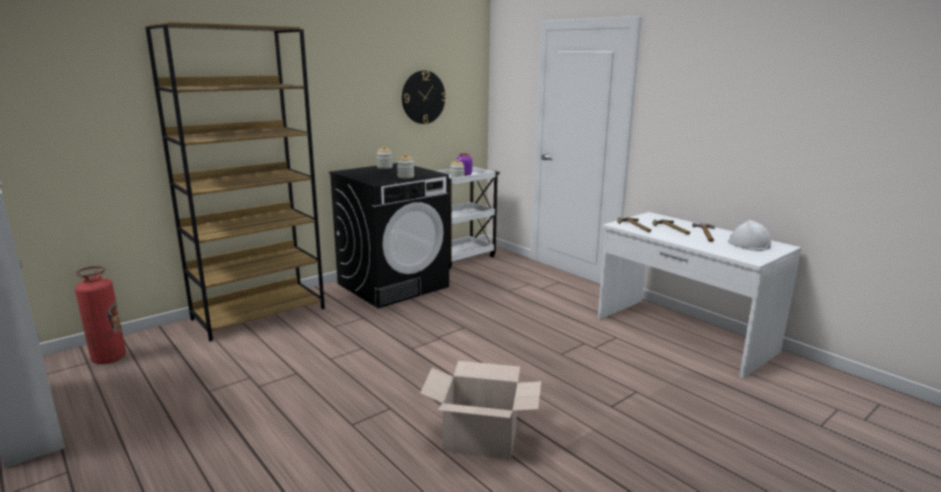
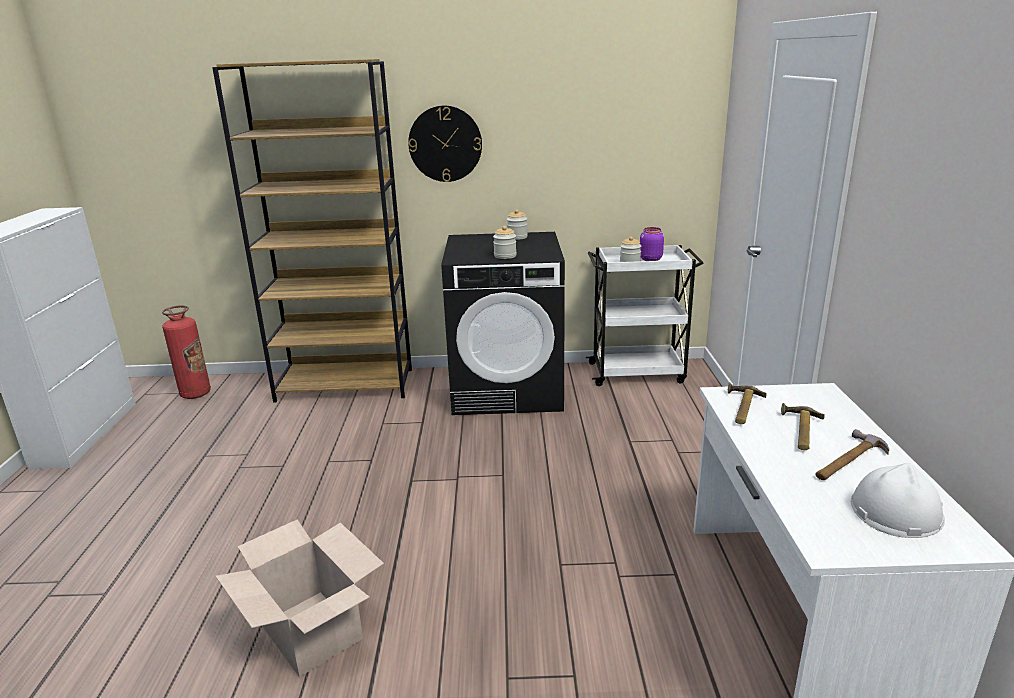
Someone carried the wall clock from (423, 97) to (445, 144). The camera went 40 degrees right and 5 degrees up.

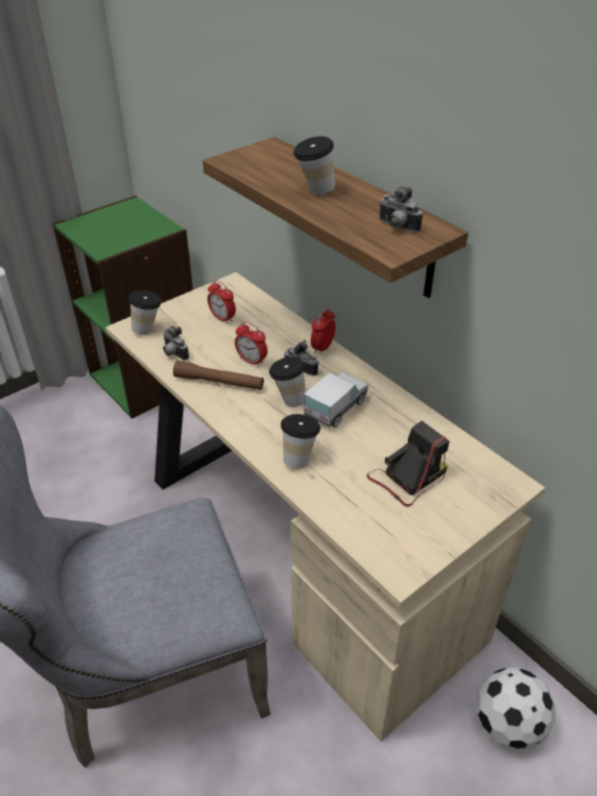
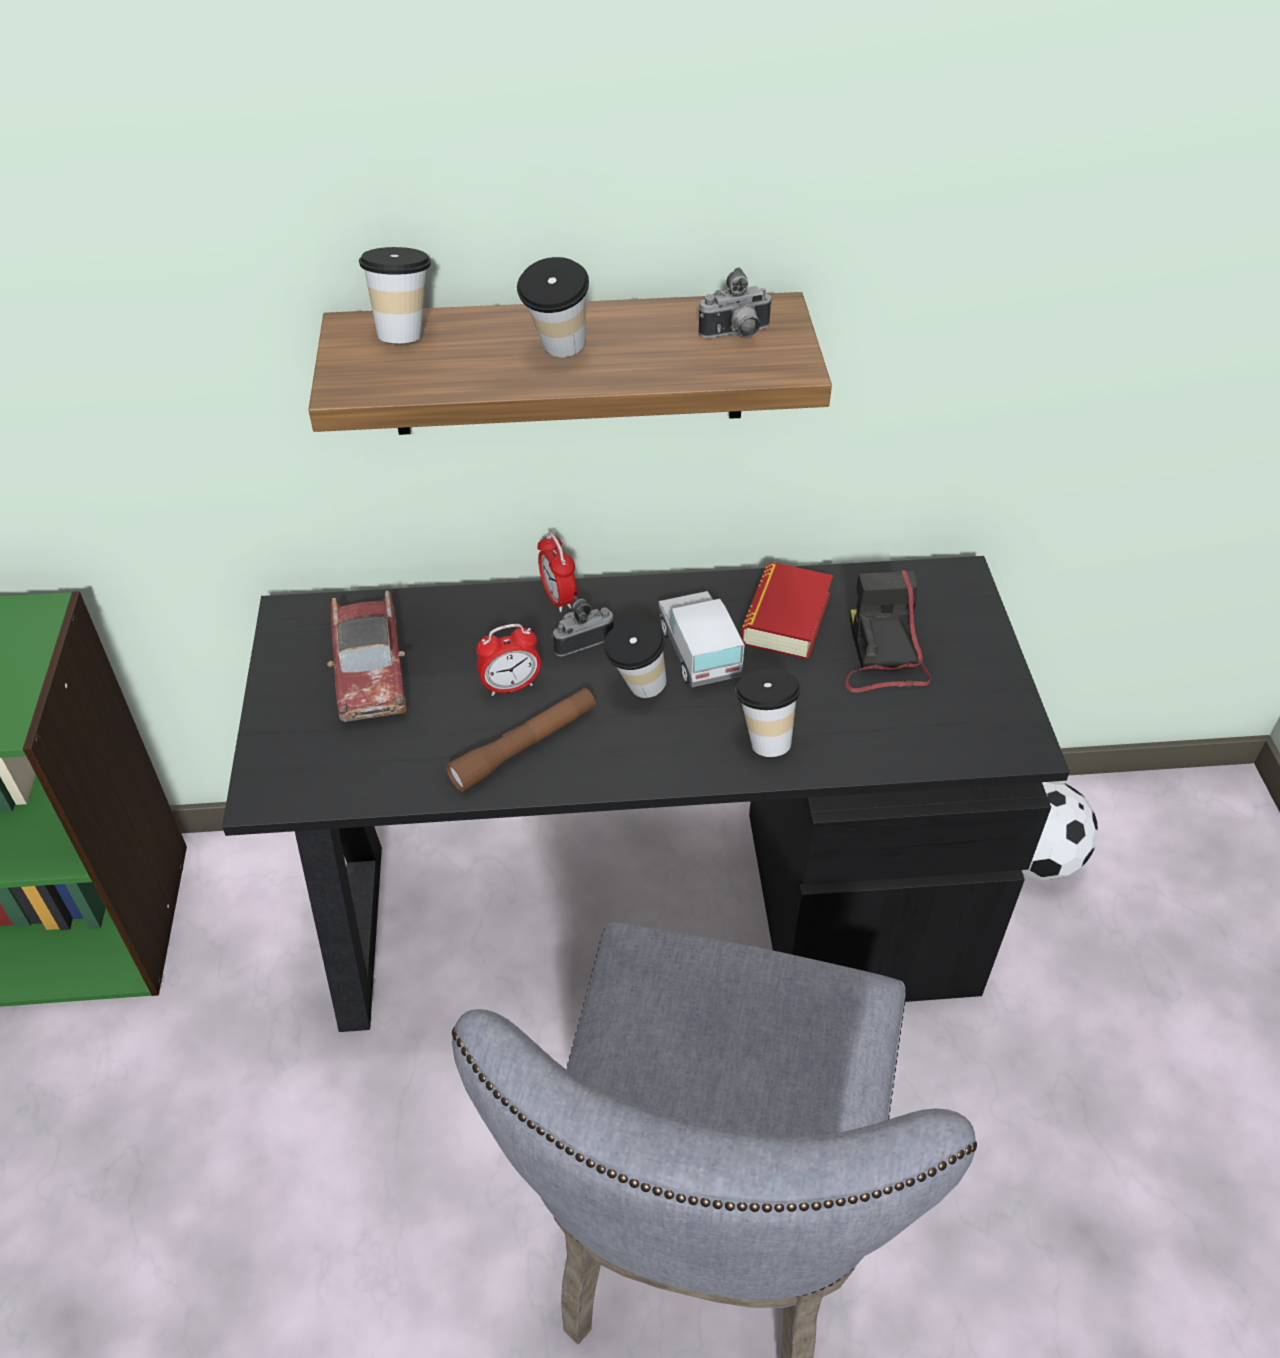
Someone repainted the beige desk table at (299, 549), which became the blackish desk table at (639, 913). Someone carried the drinking cup from (148, 329) to (404, 332). Someone took away the photo camera at (173, 353). Someone swapped the alarm clock at (222, 318) for the miniature car at (369, 669). Someone put down the bound book at (786, 619). The camera went 55 degrees left and 5 degrees up.

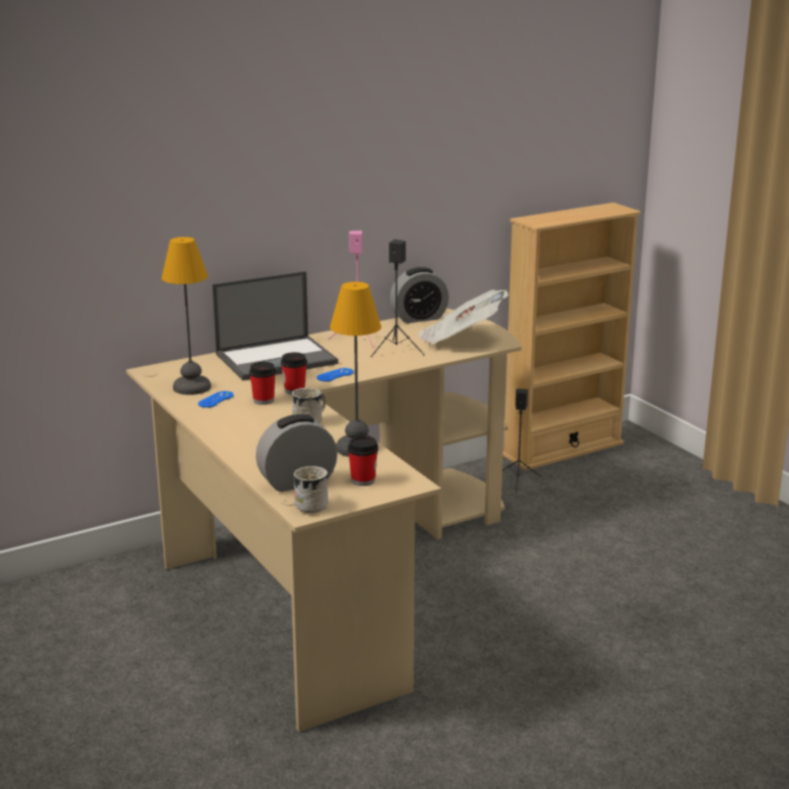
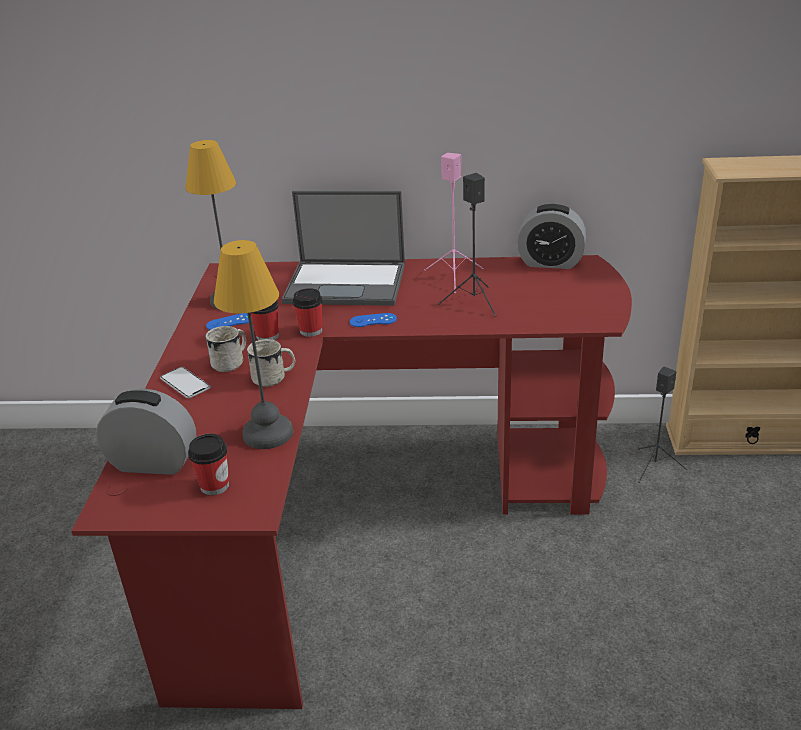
Someone repainted the beige desk table at (329, 572), which became the red-coloured desk table at (365, 516). Someone carried the whitish coffee mug from (312, 503) to (232, 362). Someone took away the newspaper at (460, 339). Someone put down the phone at (185, 383). The camera went 35 degrees right and 10 degrees up.

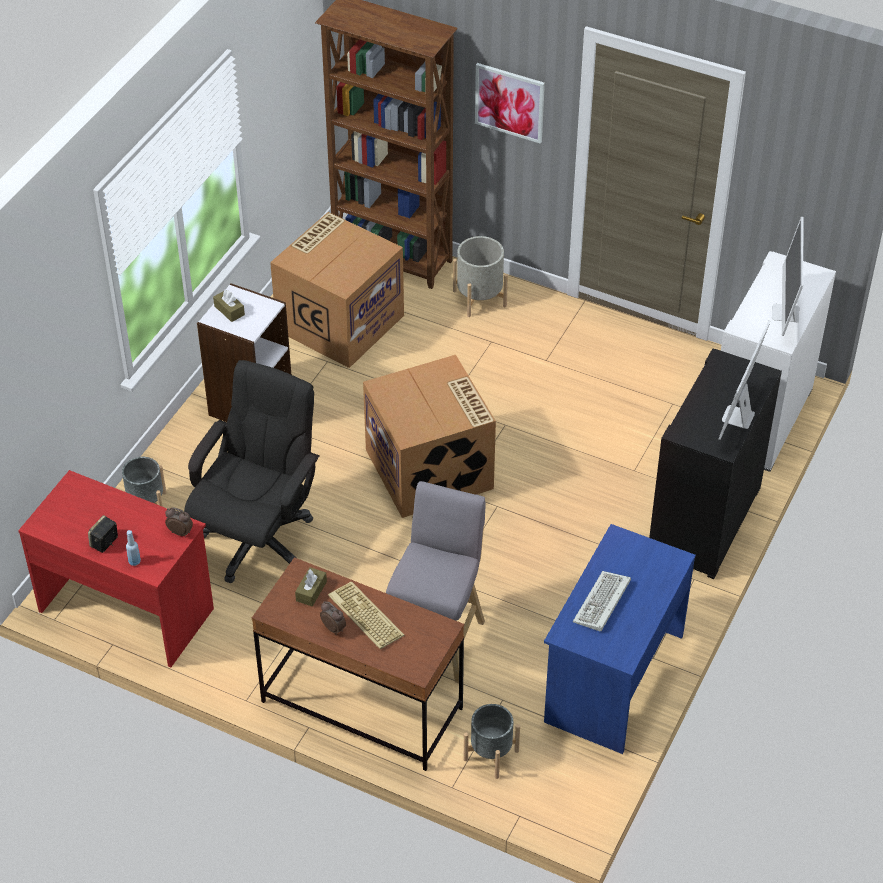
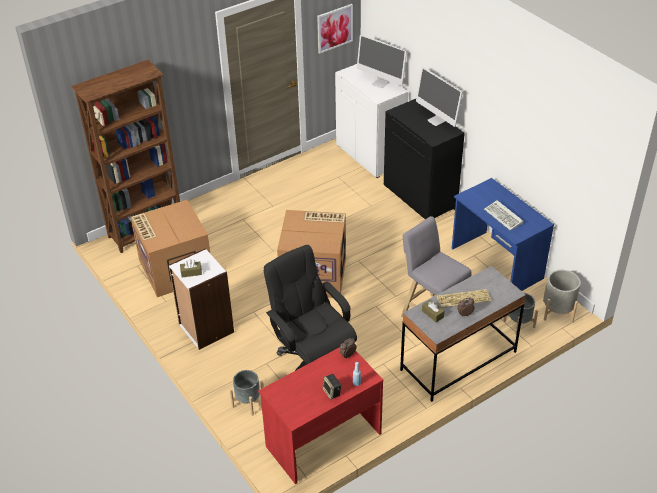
Someone repainted the brown-coloured desk table at (361, 705), which became the grey desk table at (458, 361). Someone carried the grey flower pot from (479, 298) to (557, 311). Someone carried the wall art from (509, 102) to (334, 28). The camera went 60 degrees left and 5 degrees down.

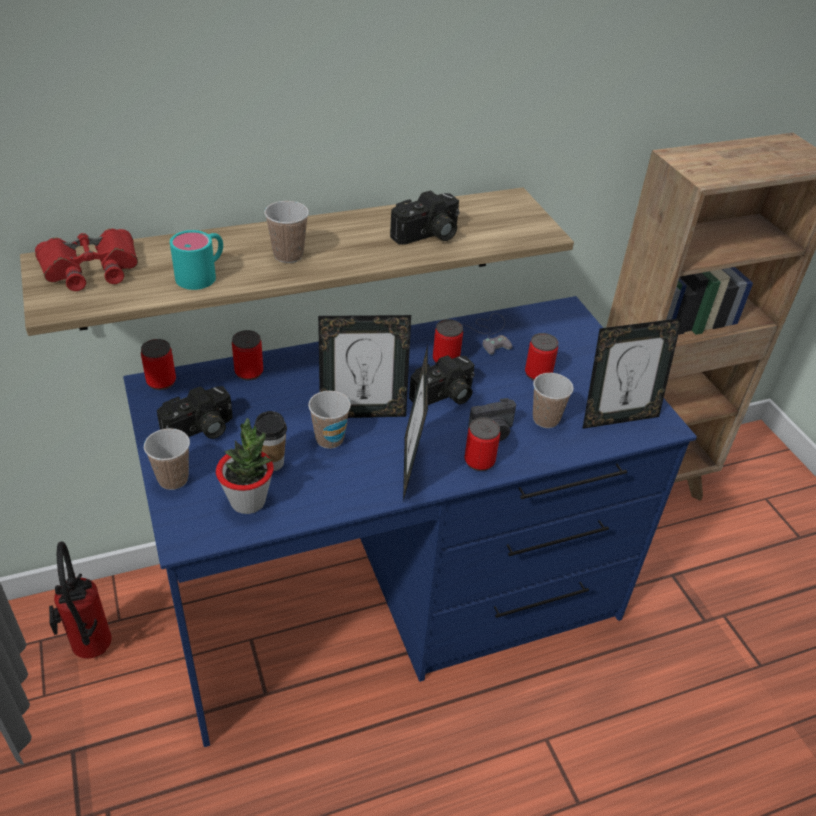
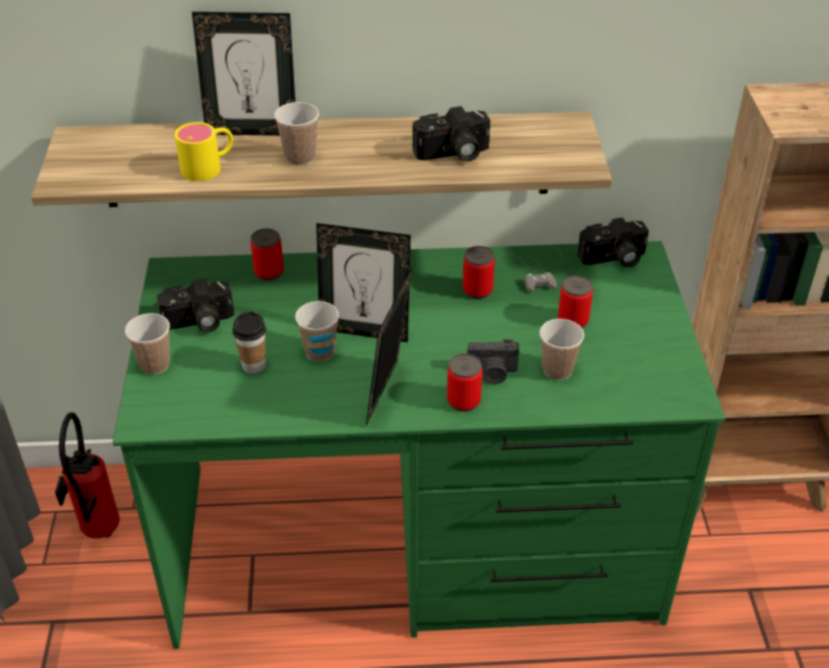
Someone took away the red-coloured binoculars at (91, 268). Someone repainted the blue-coloured desk table at (394, 596), which became the green-coloured desk table at (416, 544). Someone took away the sealed can at (161, 381). Someone repainted the turquoise coffee mug at (203, 274), which became the yellowish coffee mug at (209, 166). Someone took away the houseplant at (248, 501). Someone carried the photo camera from (444, 396) to (613, 259). Someone carried the standing frame from (618, 418) to (252, 131). The camera went 20 degrees right and 0 degrees up.

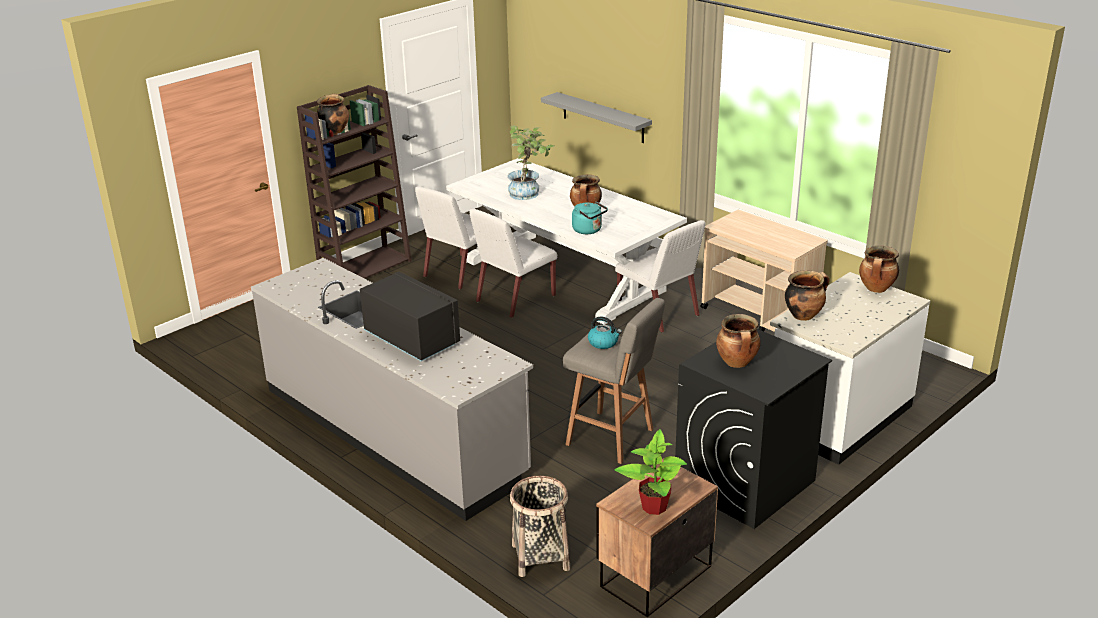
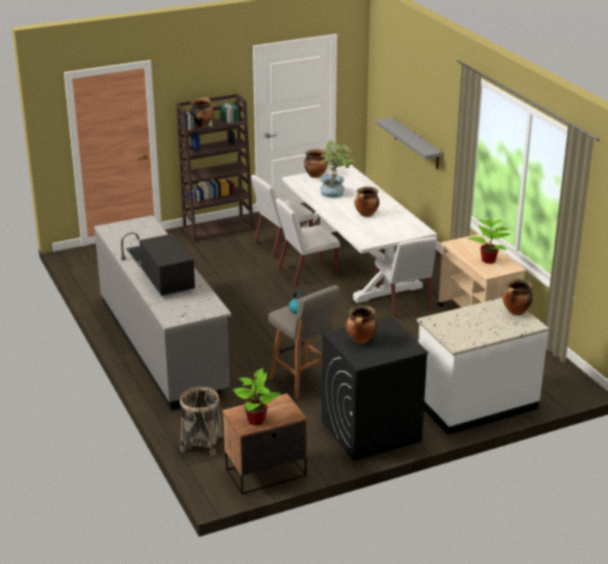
Someone took away the turquoise kettle at (589, 230). Someone carried the stockpot from (804, 315) to (316, 175). Someone put down the houseplant at (489, 260). The camera went 20 degrees right and 0 degrees up.

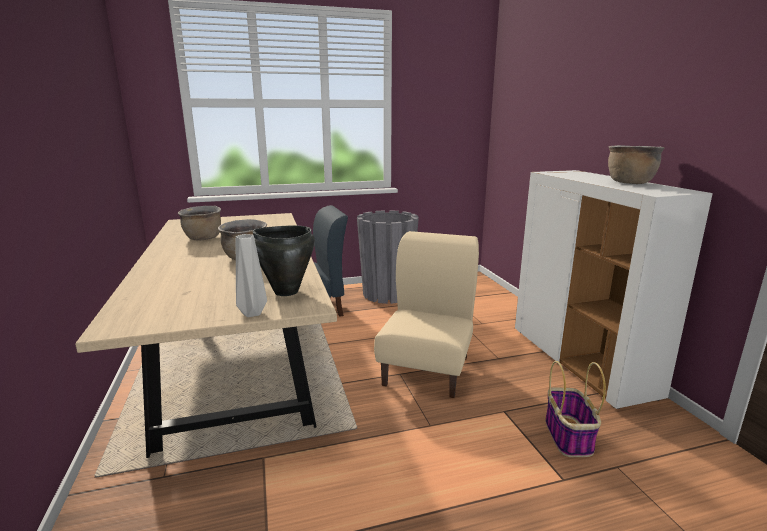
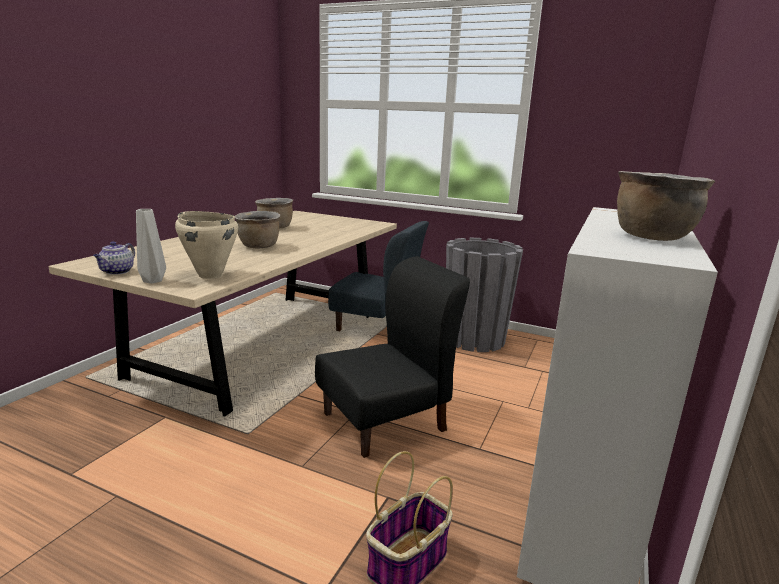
Someone repainted the blackish stockpot at (285, 291), which became the beige stockpot at (210, 275). Someone repainted the beige chair at (427, 370), which became the blackish chair at (385, 421). Someone put down the teapot at (117, 272). The camera went 40 degrees right and 0 degrees up.

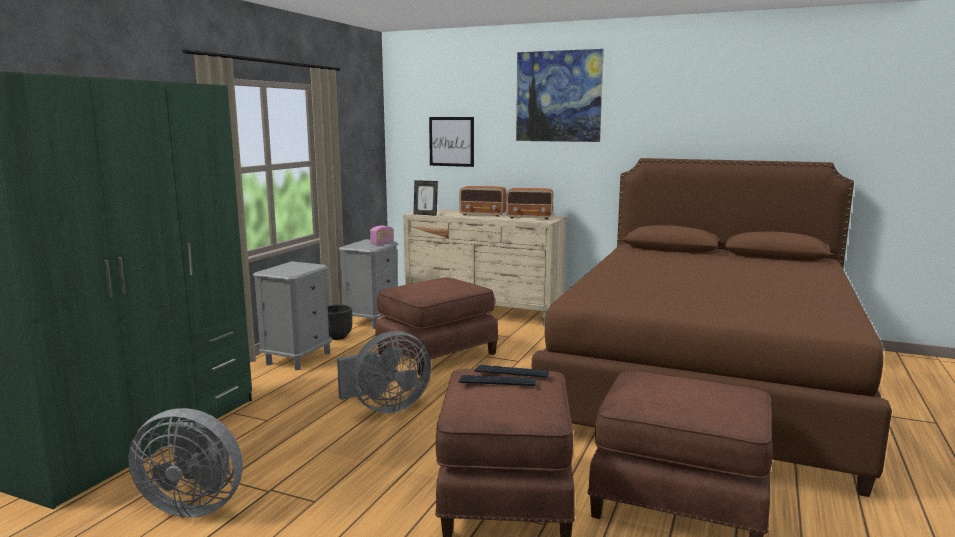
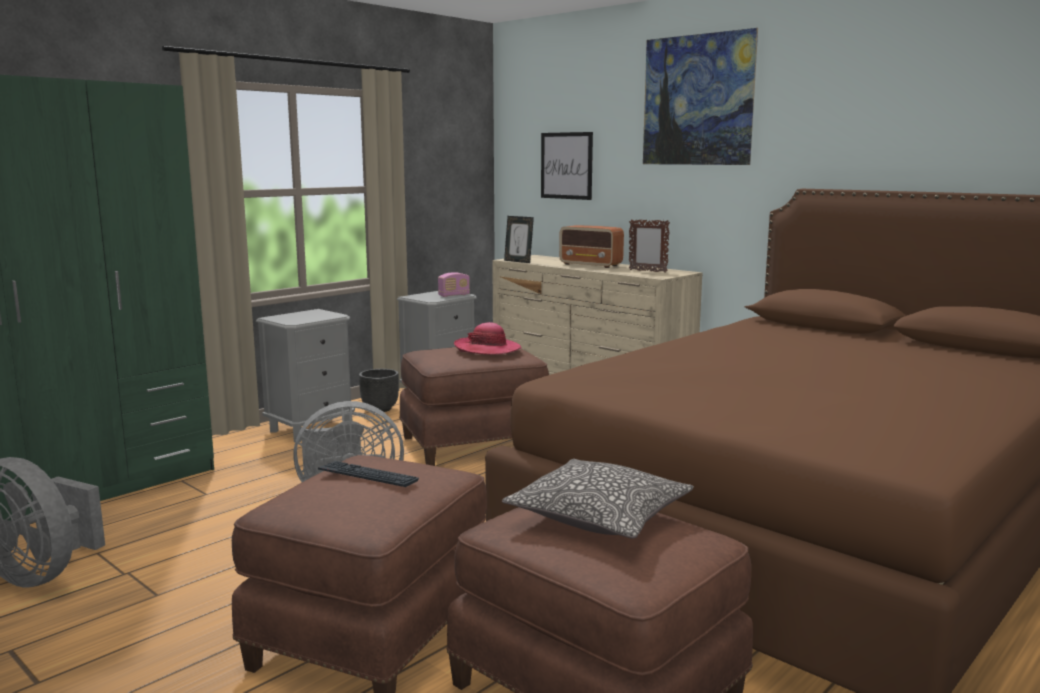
Someone took away the computer keyboard at (511, 372). Someone swapped the radio set at (530, 217) for the standing frame at (647, 271). Someone put down the hat at (487, 349). Someone put down the cushion at (599, 517). The camera went 20 degrees right and 0 degrees up.

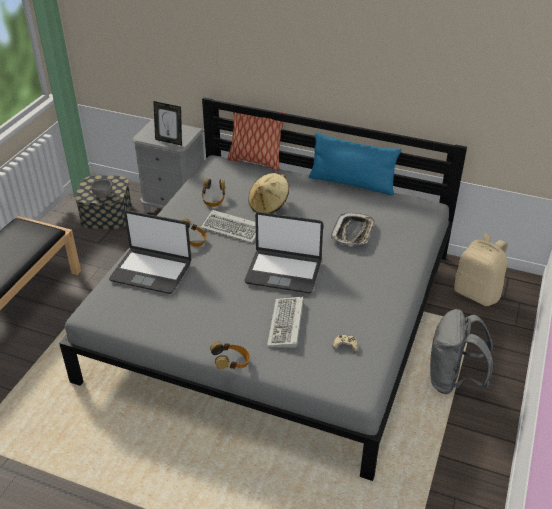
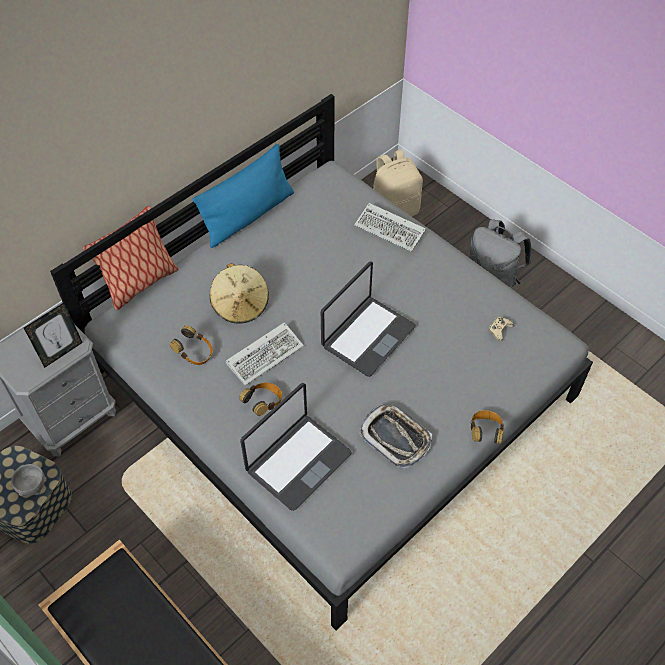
Someone carried the computer keyboard from (286, 325) to (391, 229). Someone carried the carrying tray from (353, 233) to (395, 437). The camera went 65 degrees left and 15 degrees up.

